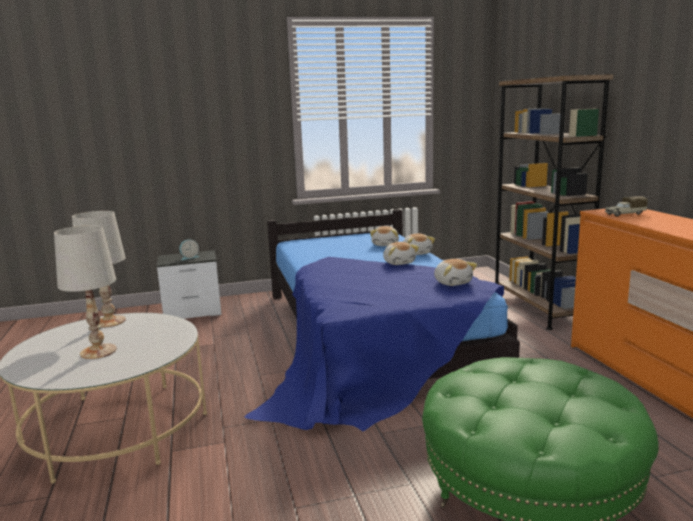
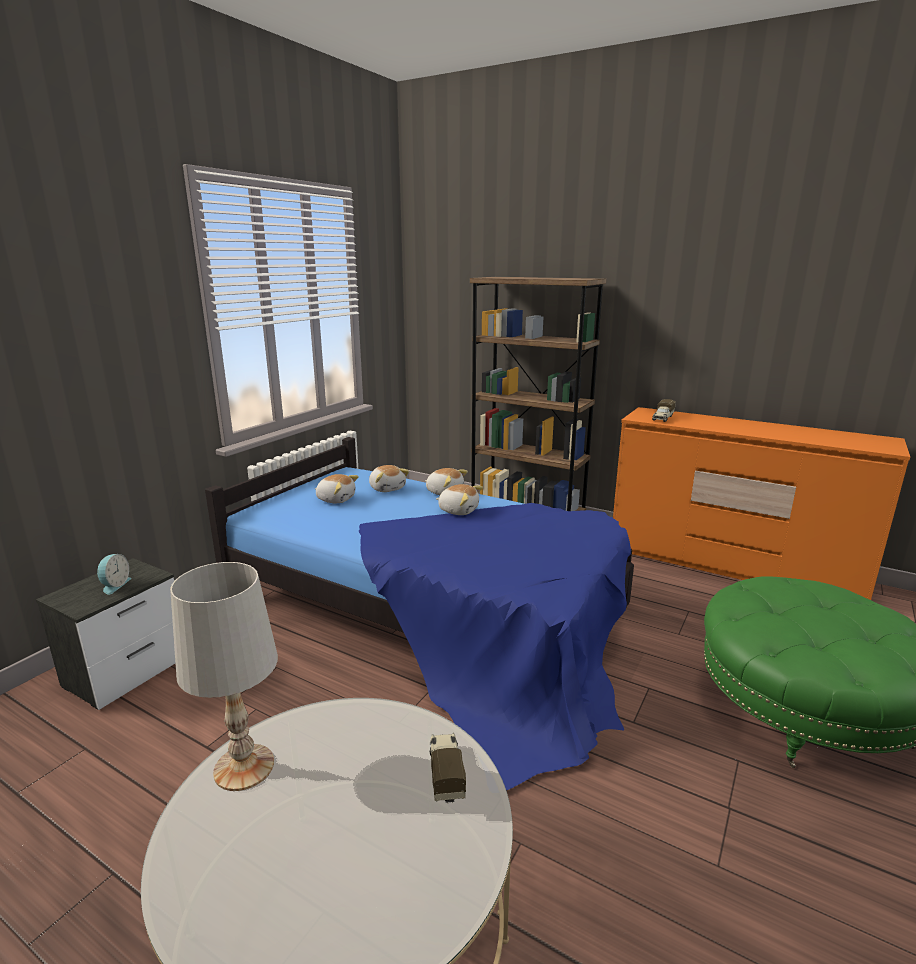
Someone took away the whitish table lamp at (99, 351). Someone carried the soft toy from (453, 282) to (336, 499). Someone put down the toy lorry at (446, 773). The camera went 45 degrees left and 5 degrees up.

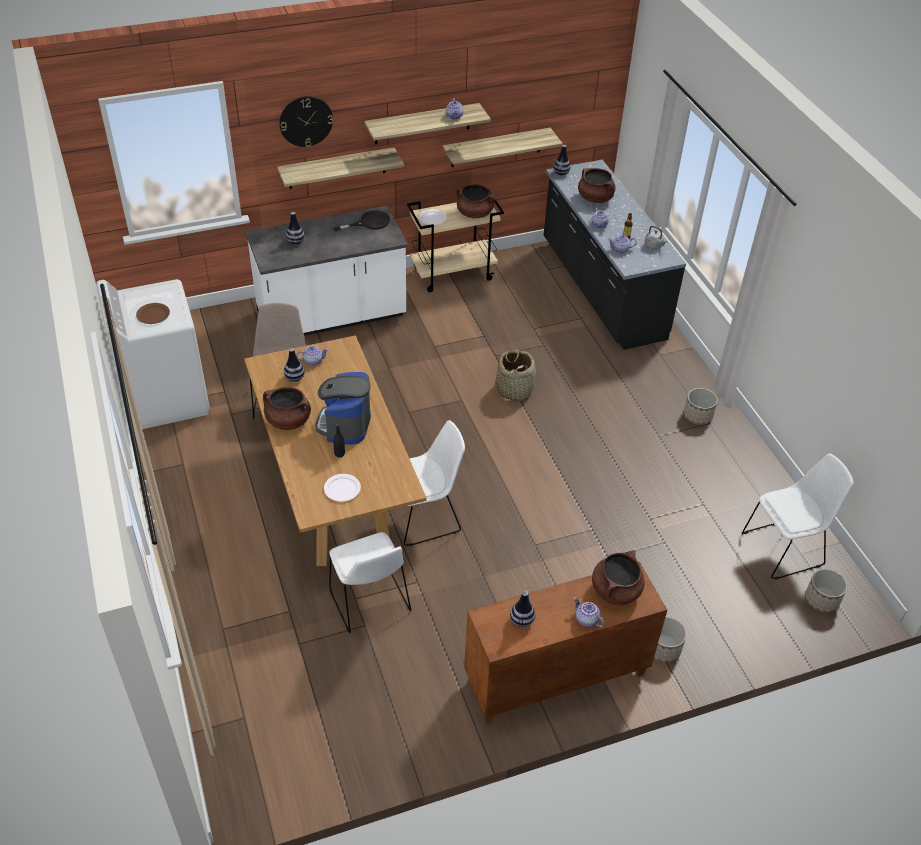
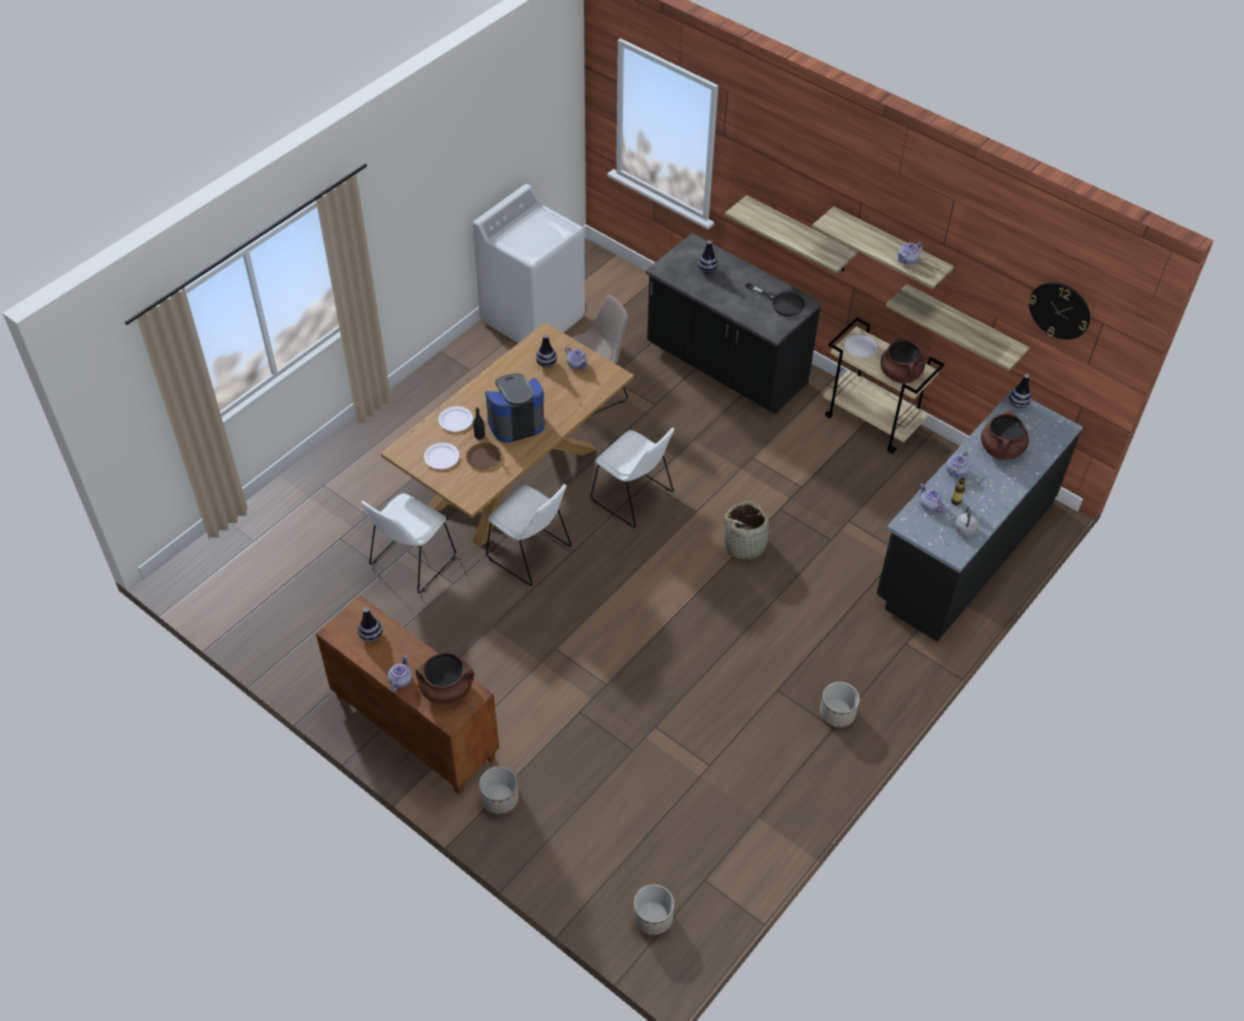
Someone carried the brown-coloured dinner plate from (153, 315) to (484, 457). Someone repainted the whitish counter at (332, 317), which became the blackish counter at (725, 367). Someone took away the brown-coloured stockpot at (288, 421). Someone carried the wall clock from (306, 121) to (1060, 310). Someone carried the whitish chair from (784, 548) to (634, 498). Someone put down the whitish dinner plate at (455, 420). The camera went 60 degrees right and 5 degrees up.

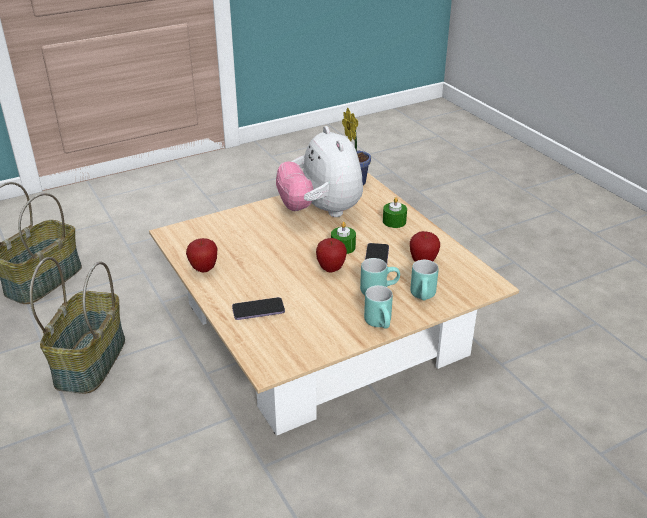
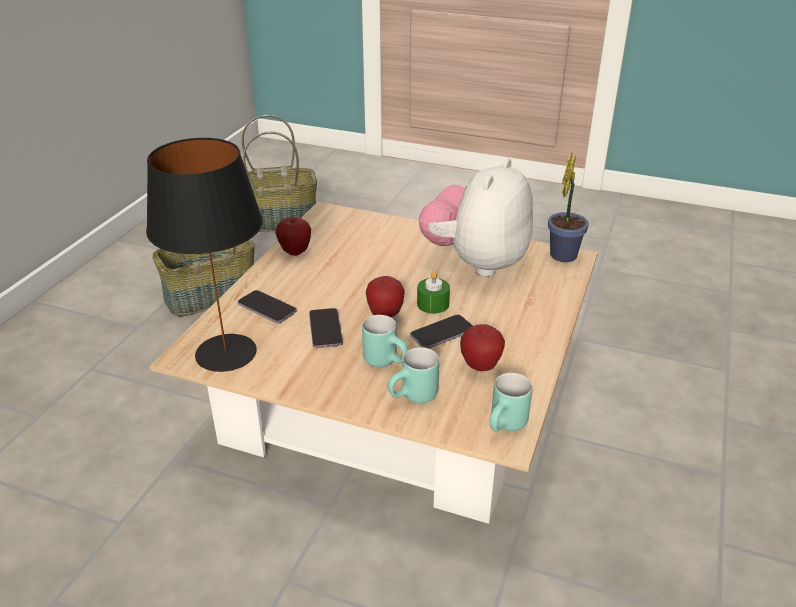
Someone carried the turquoise coffee mug from (381, 324) to (507, 427). Someone took away the green-coloured candle at (394, 221). Someone put down the blackish table lamp at (224, 353). Someone put down the phone at (325, 329). The camera went 50 degrees right and 0 degrees up.

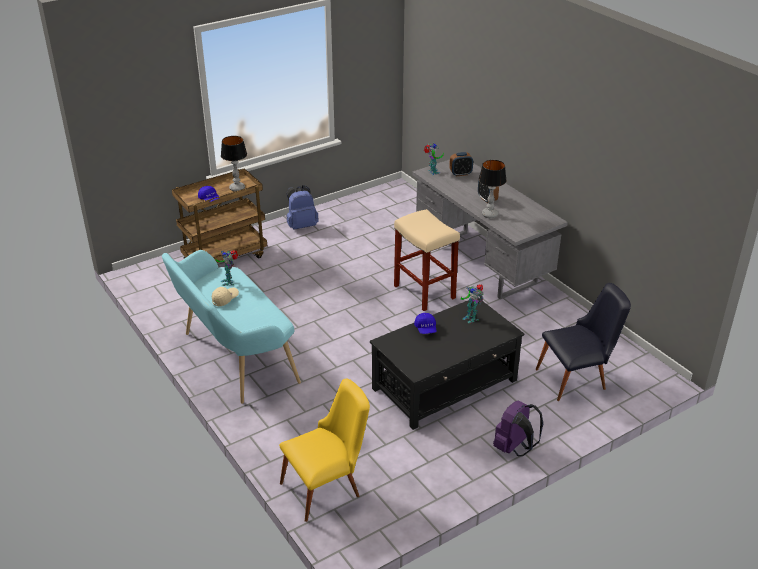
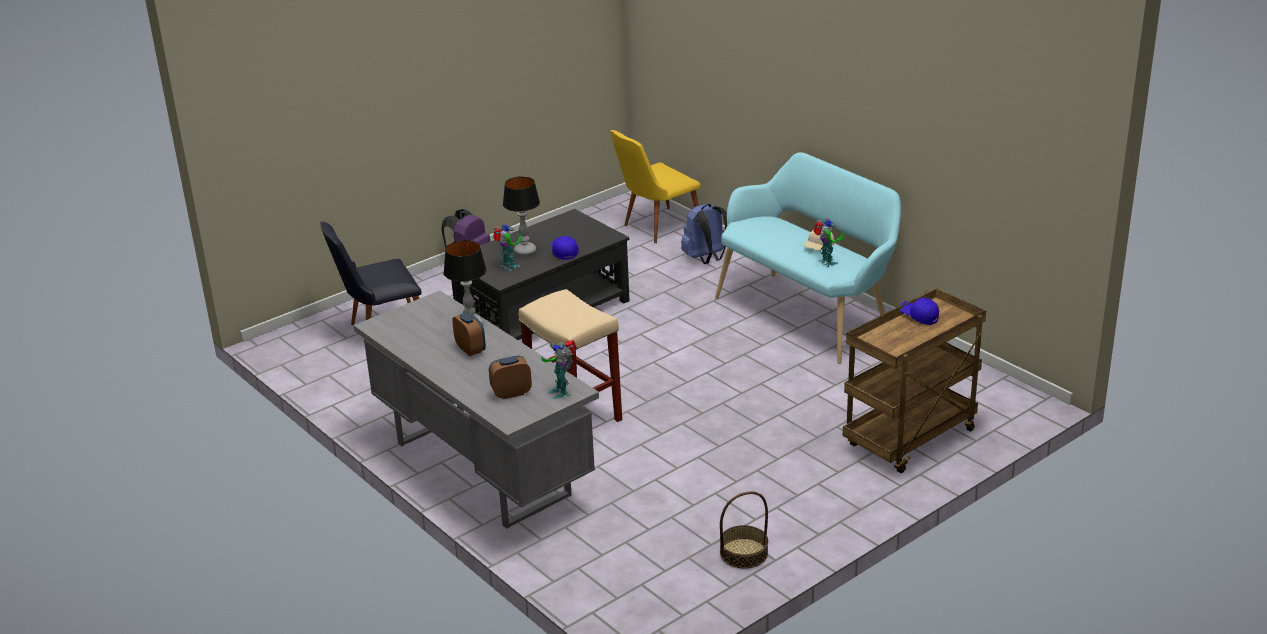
Someone carried the table lamp from (237, 188) to (525, 251). Someone carried the blue-coloured rucksack from (301, 225) to (706, 258). Someone put down the basket at (743, 553). The camera went 175 degrees right and 5 degrees down.

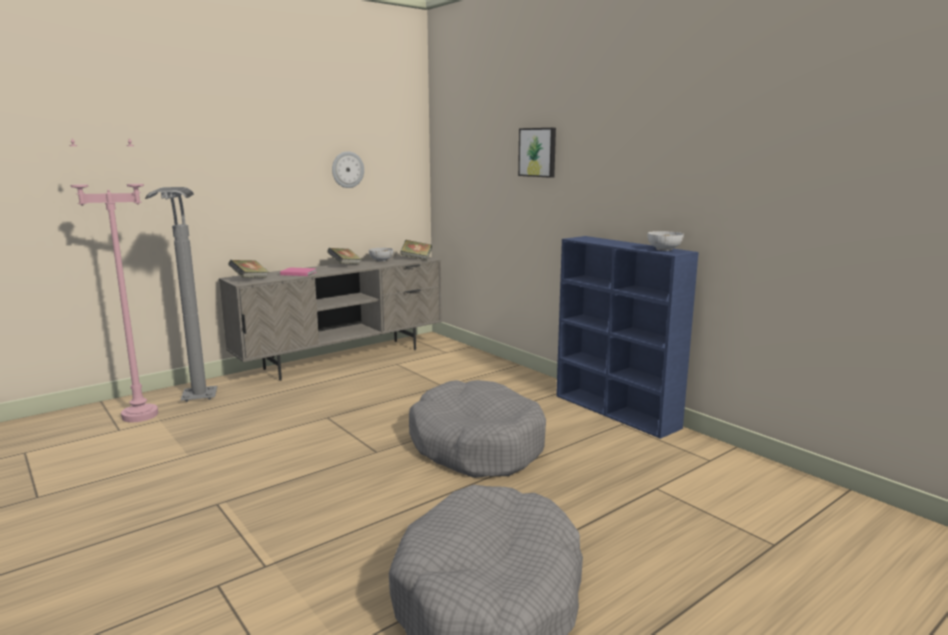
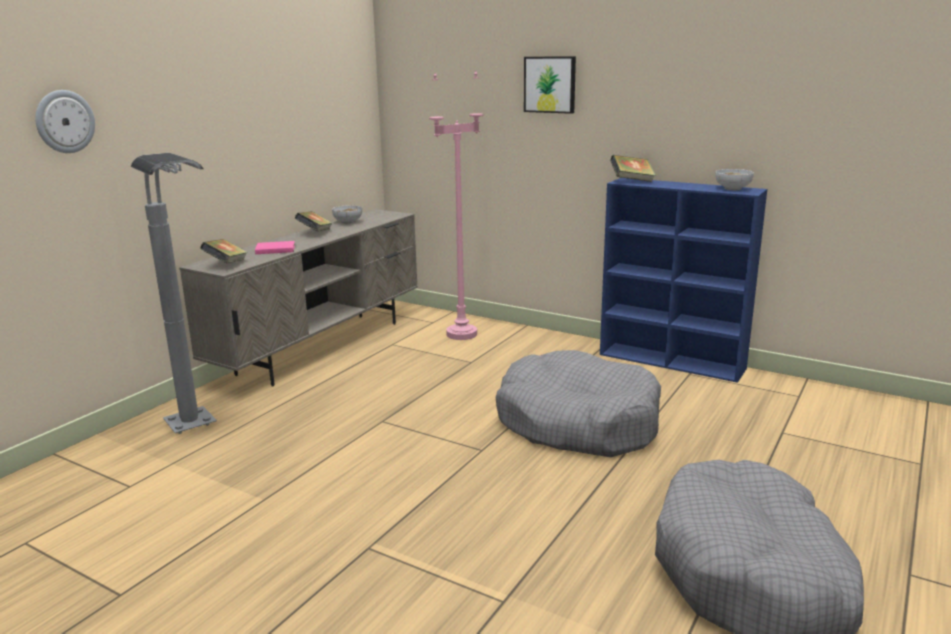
Someone carried the pink-coloured standard lamp from (140, 415) to (462, 334). Someone carried the wall clock from (347, 169) to (64, 121). Someone carried the bound book from (416, 259) to (632, 181). The camera went 20 degrees left and 5 degrees up.

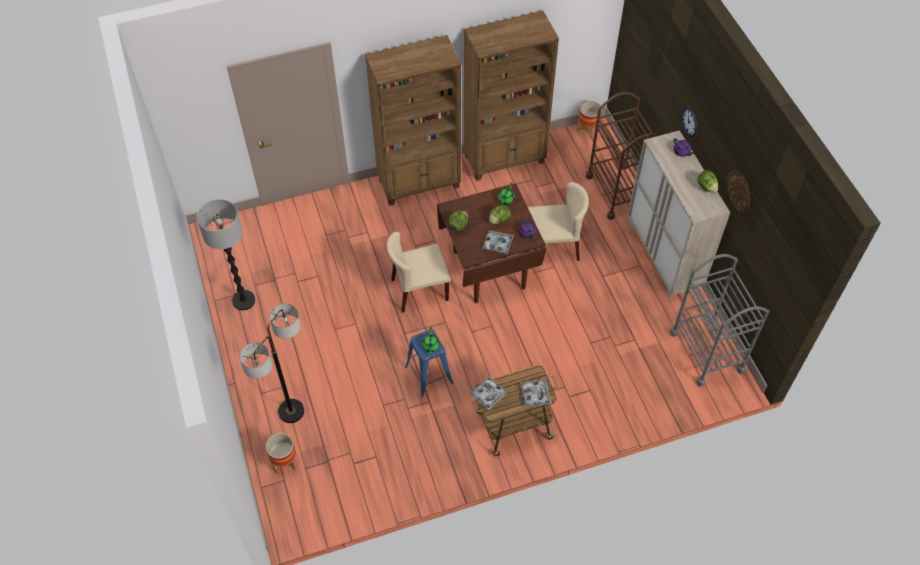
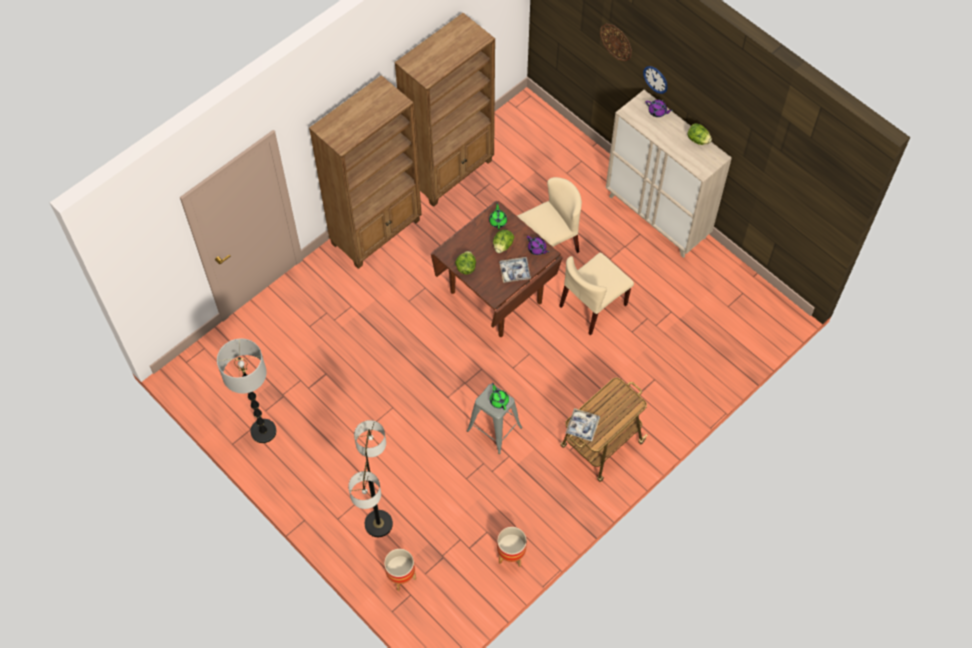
Someone carried the beige chair from (419, 290) to (593, 306). Someone repainted the blue-coloured stool seat at (429, 375), which became the grey stool seat at (494, 429). Someone took away the carrying tray at (535, 395). Someone carried the flower pot from (587, 130) to (511, 555). Someone took away the brown-coloured wheeled cart at (618, 191). Someone took away the grey wheeled cart at (706, 351). Someone carried the wall clock from (739, 190) to (616, 41). The camera went 25 degrees left and 5 degrees up.

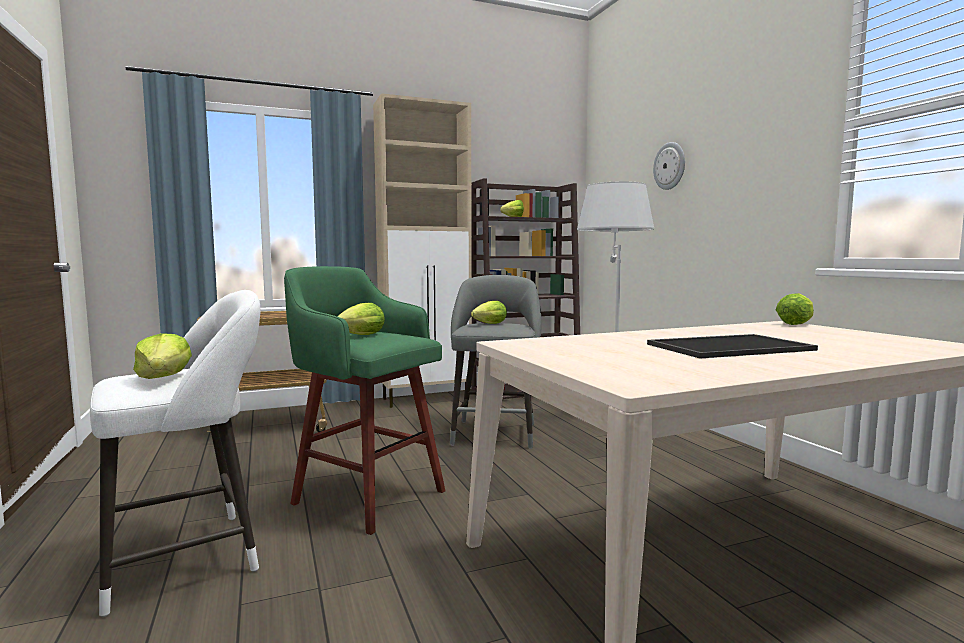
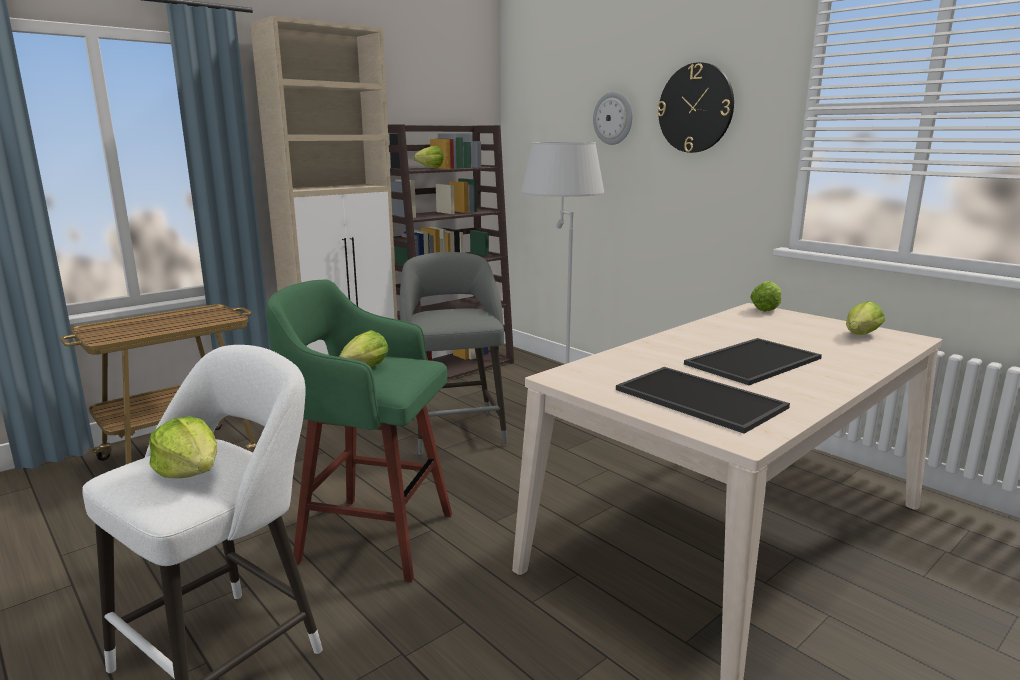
Someone carried the lettuce from (488, 324) to (860, 336). Someone put down the carrying tray at (696, 399). Someone put up the wall clock at (695, 108). The camera went 20 degrees left and 10 degrees up.

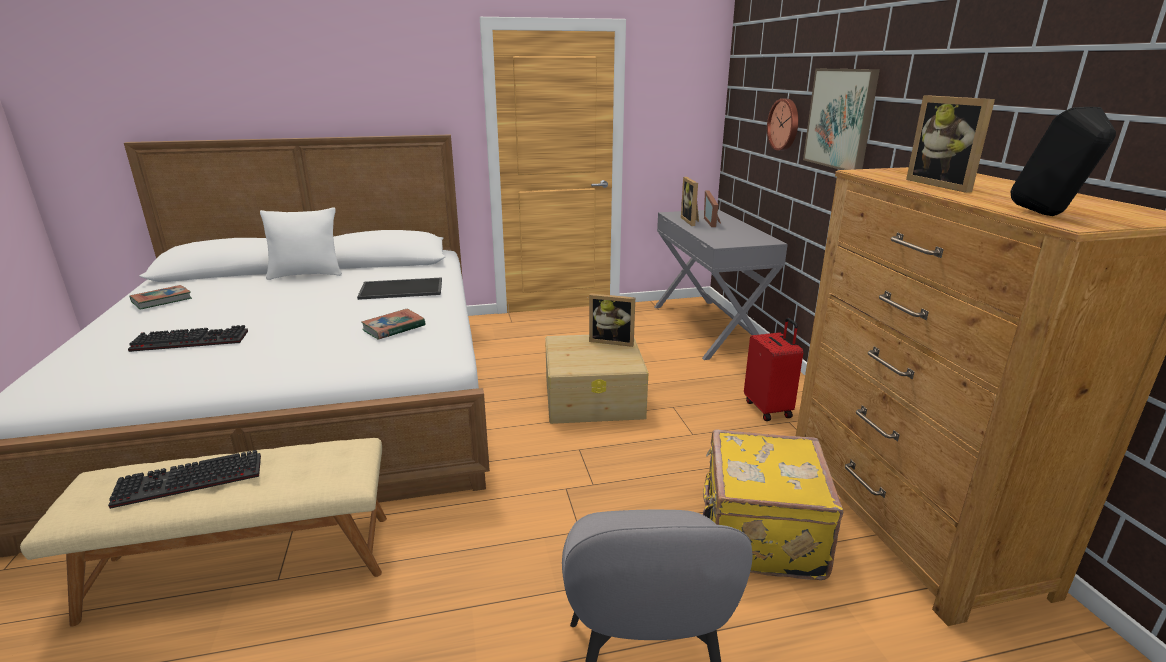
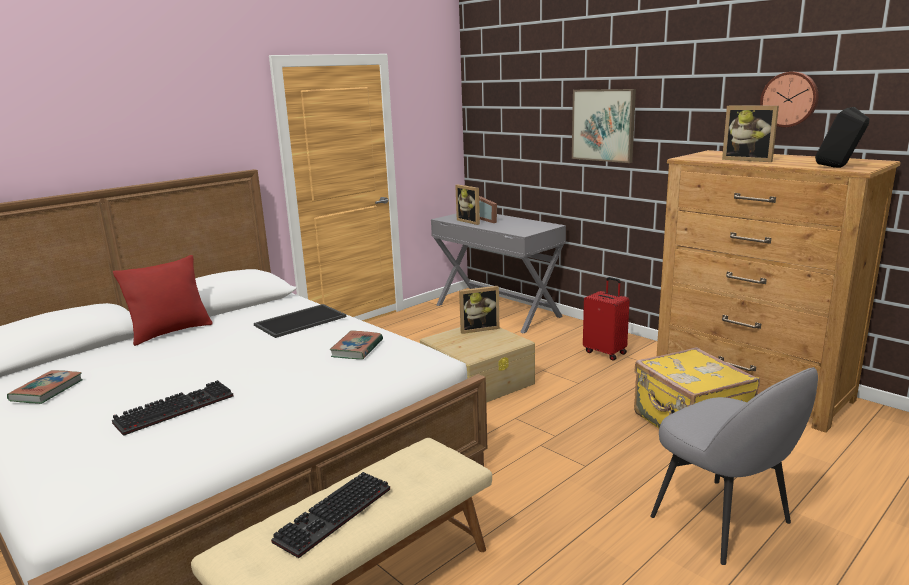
Someone repainted the whitish cushion at (306, 274), which became the red-coloured cushion at (171, 332). Someone carried the wall clock from (784, 124) to (789, 99). The camera went 30 degrees left and 5 degrees down.

